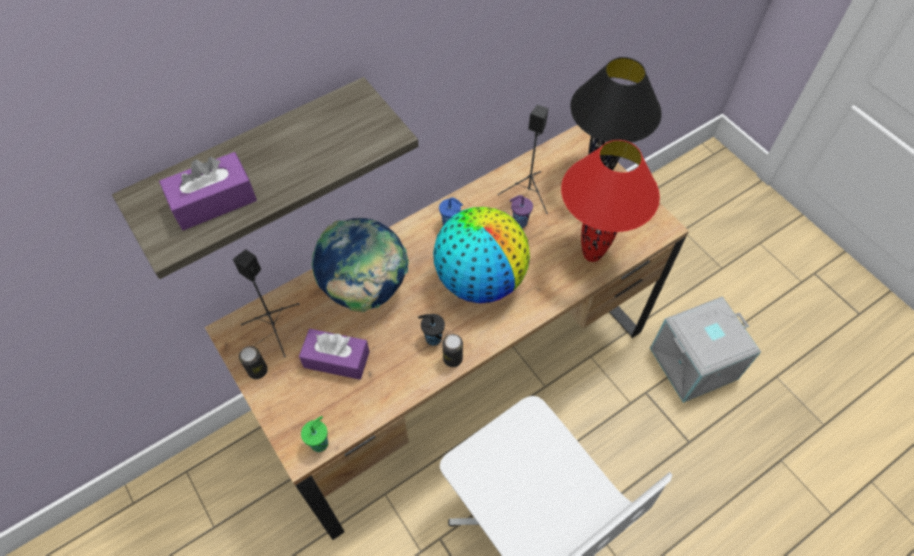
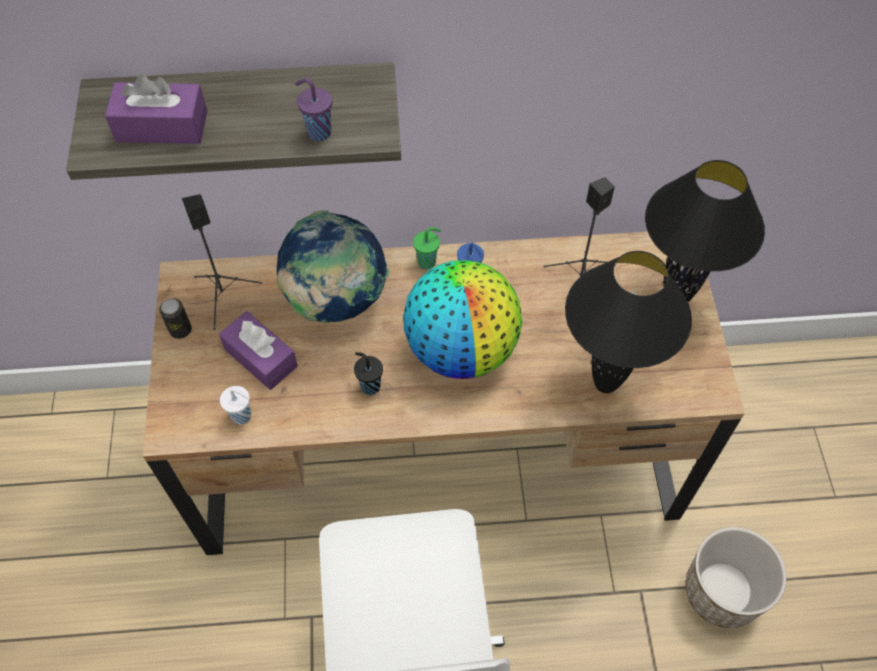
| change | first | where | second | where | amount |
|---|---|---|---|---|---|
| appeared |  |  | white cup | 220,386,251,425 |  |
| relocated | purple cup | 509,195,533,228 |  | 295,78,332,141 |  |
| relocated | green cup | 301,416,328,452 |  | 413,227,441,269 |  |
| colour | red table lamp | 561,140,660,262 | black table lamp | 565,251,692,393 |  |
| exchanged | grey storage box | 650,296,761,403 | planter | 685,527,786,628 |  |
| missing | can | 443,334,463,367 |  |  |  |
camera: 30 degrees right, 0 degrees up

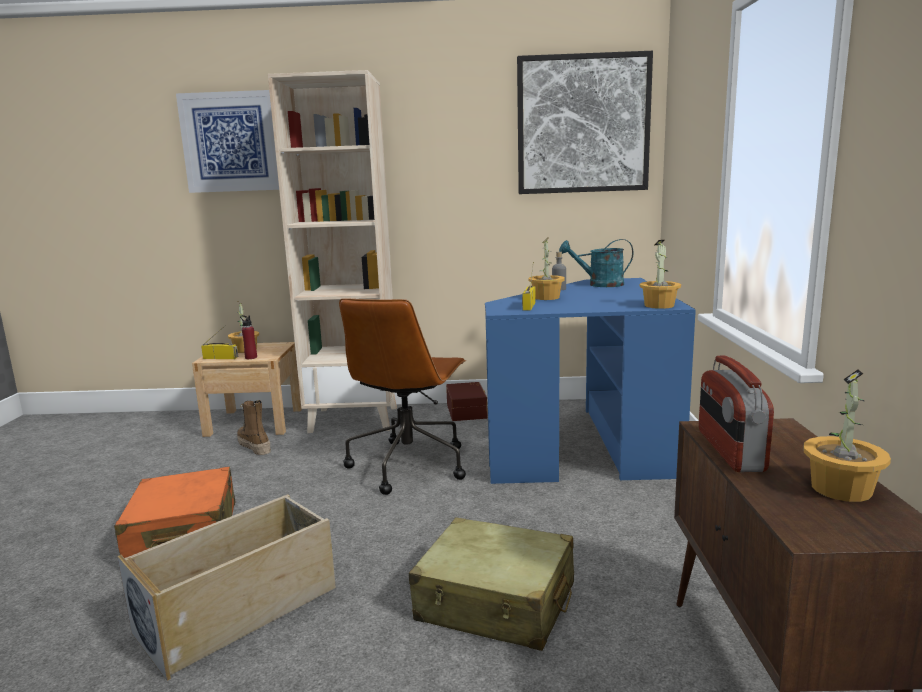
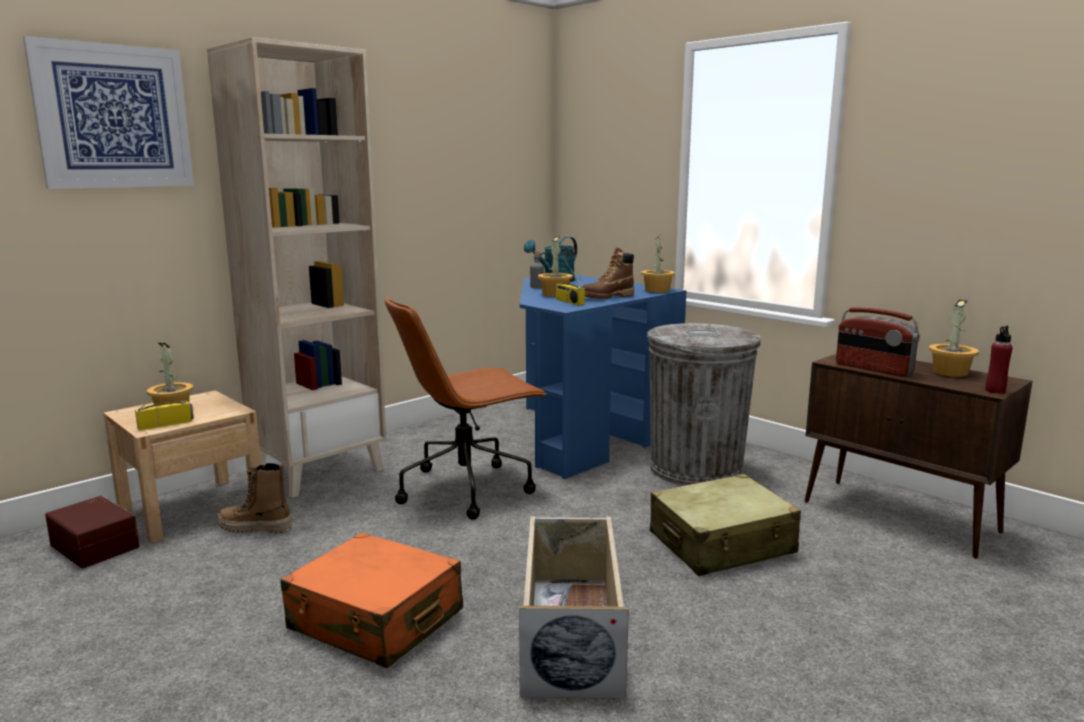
| change | first | where | second | where | amount |
|---|---|---|---|---|---|
| relocated | brown storage box | 446,382,488,421 |  | 45,496,140,568 |  |
| spun | brown office chair | 339,298,466,495 |  | 385,296,547,520 | 90 degrees clockwise |
| appeared |  |  | brown boot | 582,248,634,299 |  |
| appeared |  |  | grey trash can | 647,323,761,486 |  |
| relocated | red bottle | 240,315,257,359 |  | 985,325,1013,394 |  |
| missing | picture | 517,51,653,194 |  |  |  |
camera: 45 degrees left, 0 degrees up

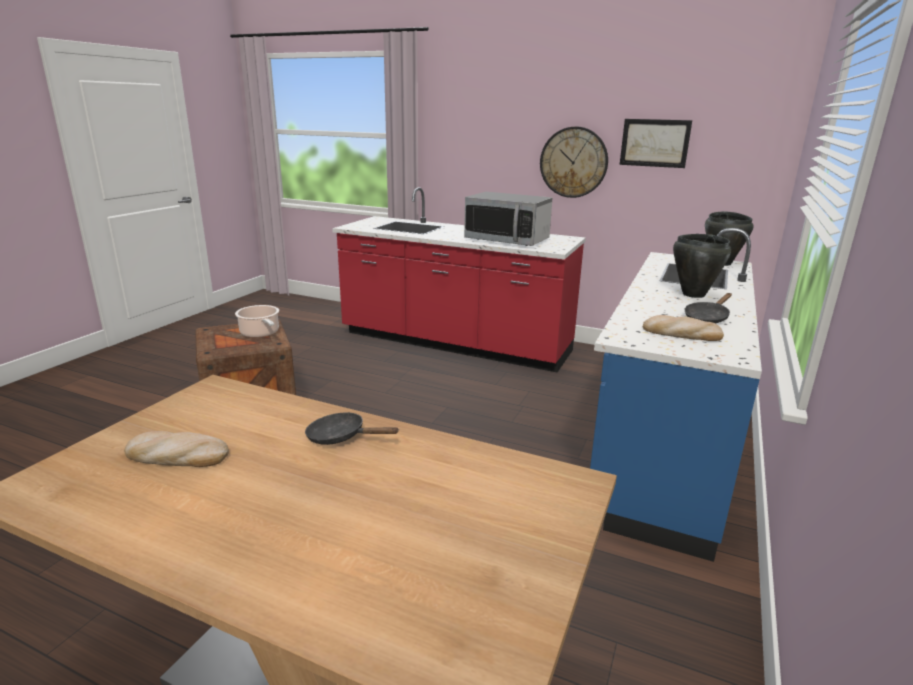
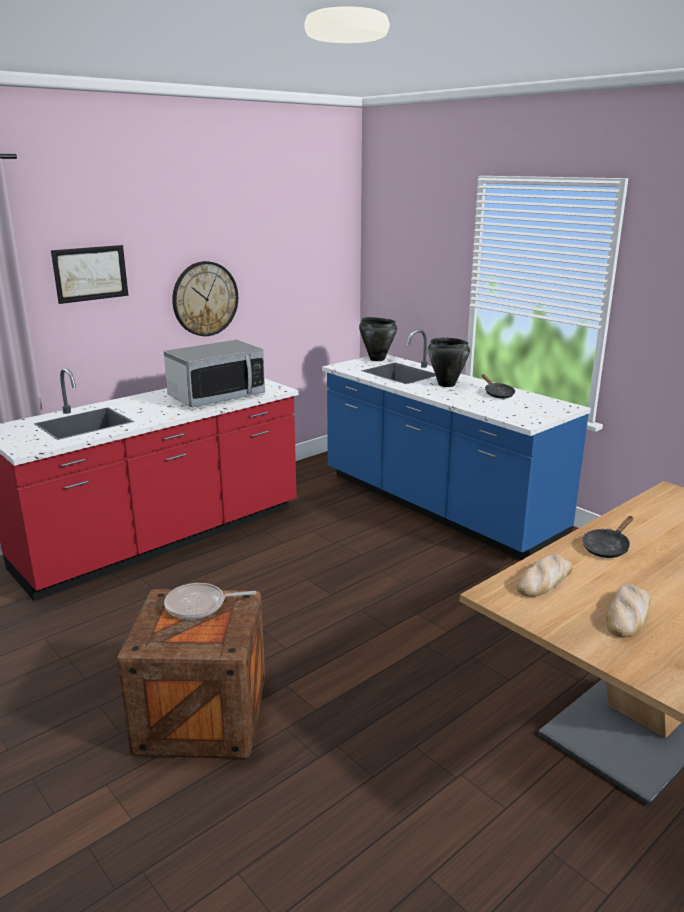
| change | first | where | second | where | amount |
|---|---|---|---|---|---|
| relocated | picture | 620,119,692,168 |  | 51,245,128,304 |  |
| exchanged | cooking pot | 235,305,279,338 | frying pan | 164,583,256,619 |  |
| relocated | bread | 643,315,724,341 |  | 516,554,573,597 |  |
camera: 65 degrees left, 0 degrees up

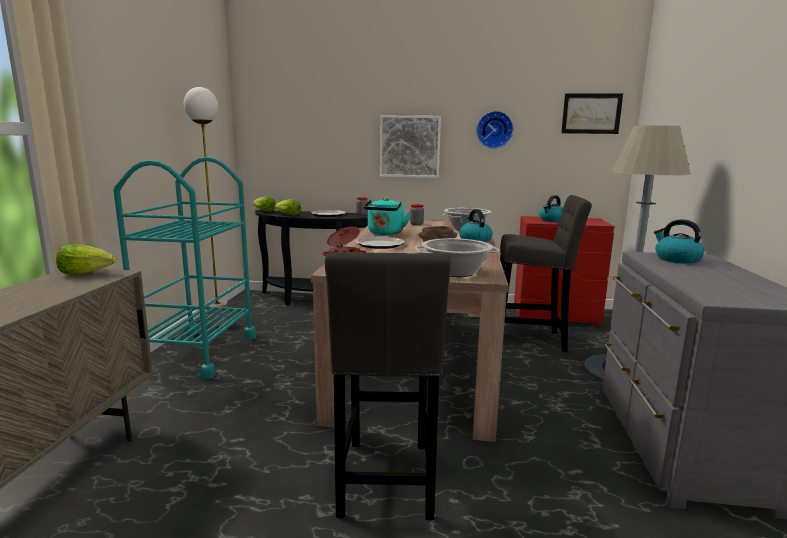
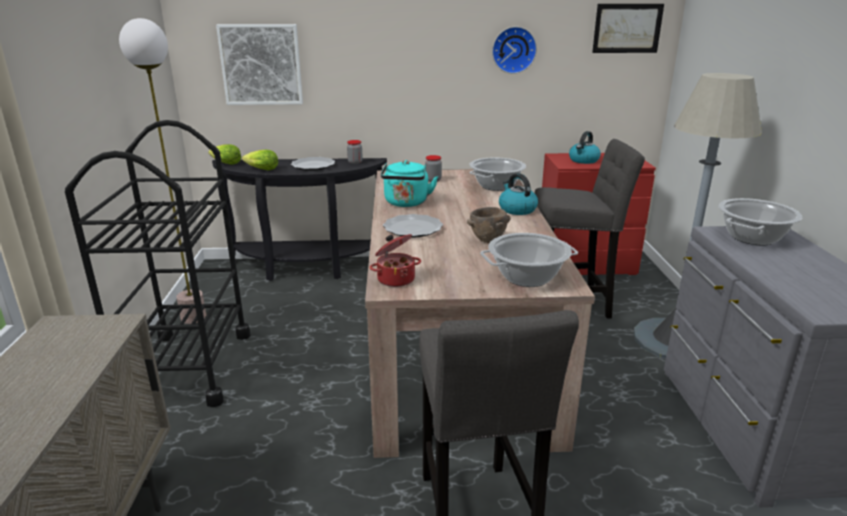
| change | first | where | second | where | amount |
|---|---|---|---|---|---|
| colour | turquoise cart | 114,157,256,379 | black cart | 65,120,251,407 |  |
| relocated | picture | 380,115,441,178 |  | 216,24,303,105 |  |
| exchanged | kettle | 654,219,704,263 | cooking pot | 718,198,802,245 |  |
| missing | lettuce | 56,244,116,275 |  |  |  |
camera: 10 degrees left, 10 degrees up

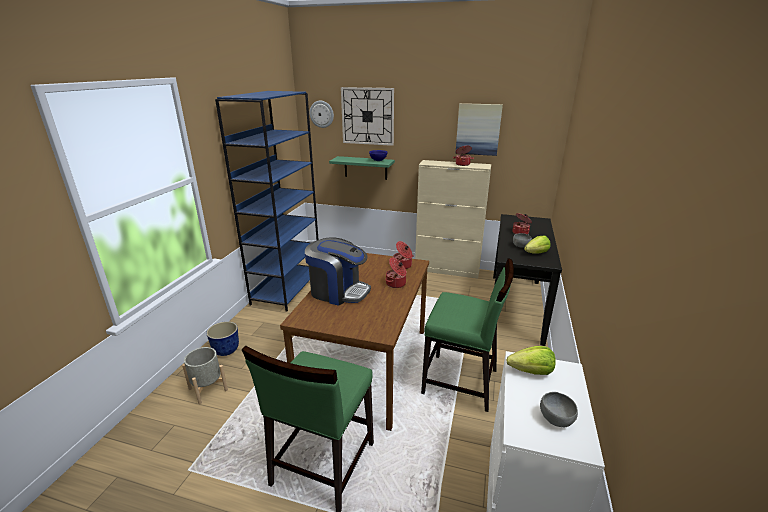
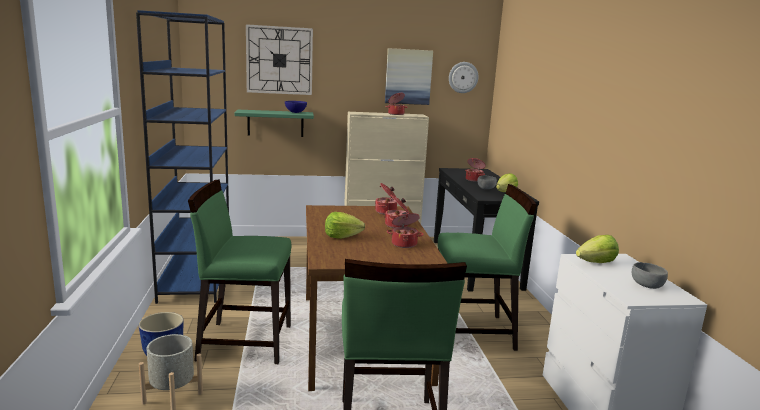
| change | first | where | second | where | amount |
|---|---|---|---|---|---|
| appeared |  |  | green chair | 188,180,291,364 |  |
| exchanged | coffee machine | 305,237,371,306 | lettuce | 325,212,365,239 |  |
| appeared |  |  | cooking pot | 387,212,424,248 |  |
| relocated | wall clock | 309,101,334,128 |  | 449,62,478,93 |  |
camera: 25 degrees left, 10 degrees down

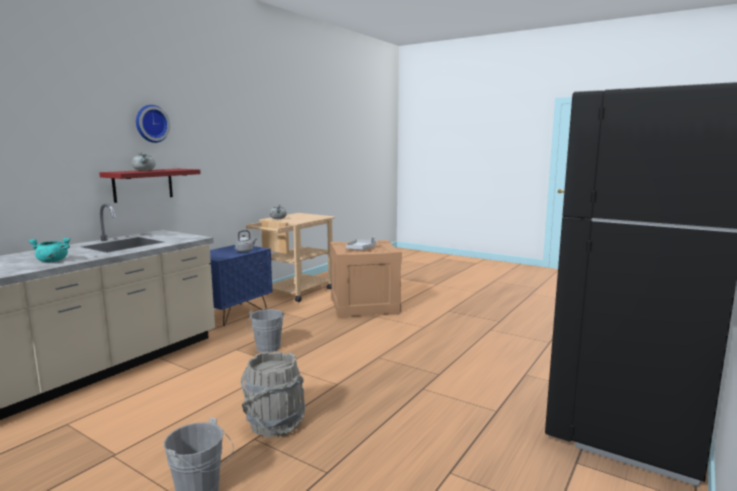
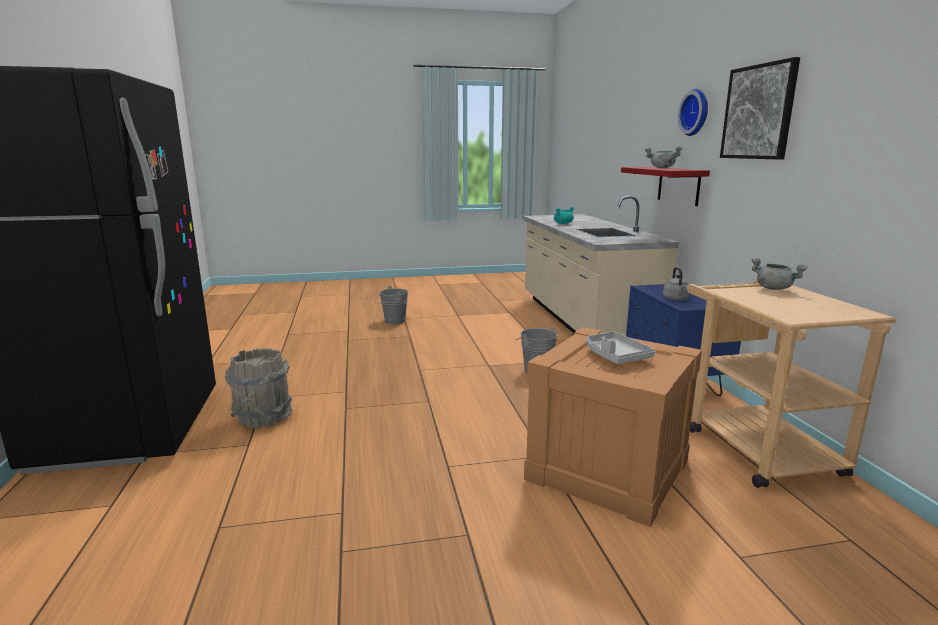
| change | first | where | second | where | amount |
|---|---|---|---|---|---|
| relocated | grey bucket | 241,351,305,437 |  | 225,348,292,429 |  |
| appeared |  |  | picture | 720,57,800,160 |  |
camera: 135 degrees right, 5 degrees up

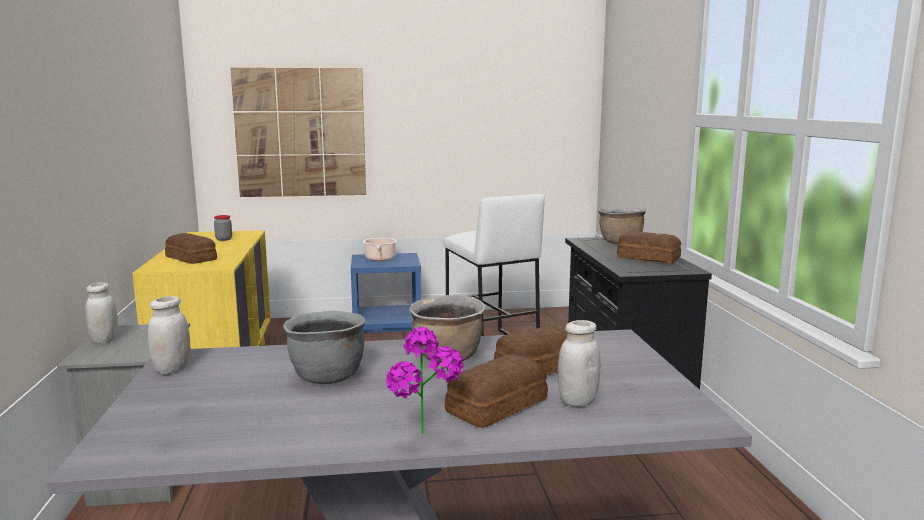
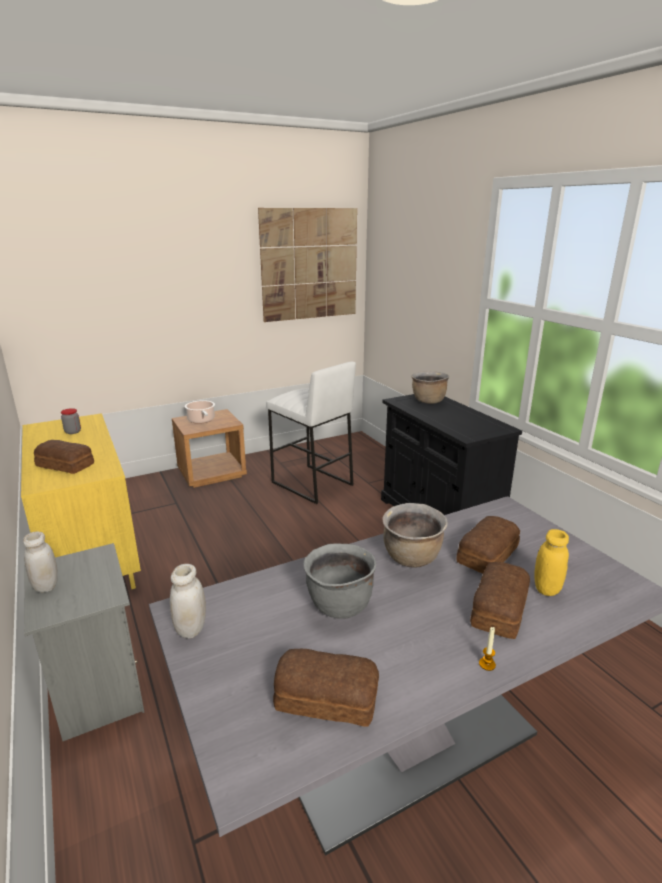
| change | first | where | second | where | amount |
|---|---|---|---|---|---|
| colour | blue nightstand | 351,253,421,333 | brown nightstand | 172,409,247,488 |  |
| relocated | picture | 230,68,366,197 |  | 258,208,357,322 |  |
| relocated | bread | 617,231,681,263 |  | 273,649,379,727 |  |
| exchanged | potted plant | 386,327,464,434 | candle | 479,627,496,671 |  |
| colour | white jar | 558,320,601,407 | yellow jar | 534,529,569,596 |  |
camera: 20 degrees left, 10 degrees up

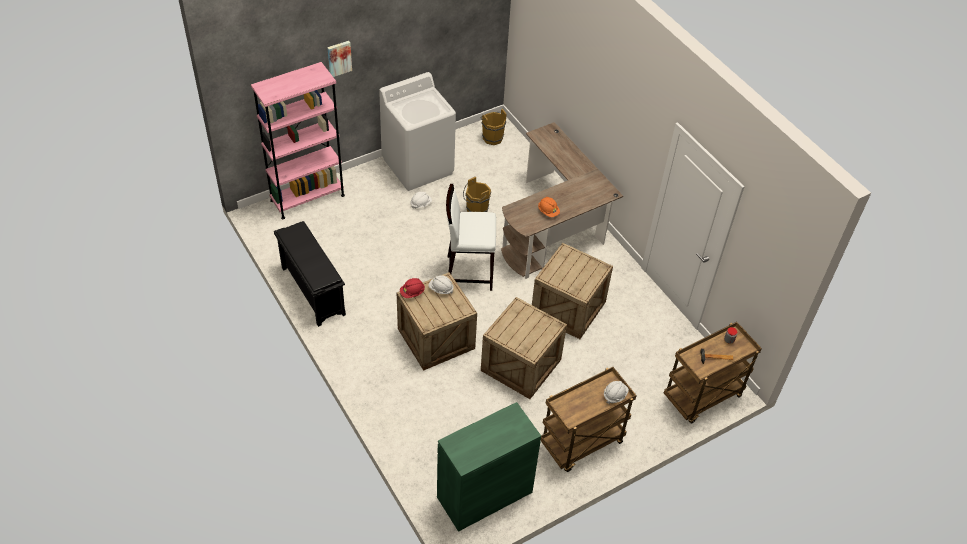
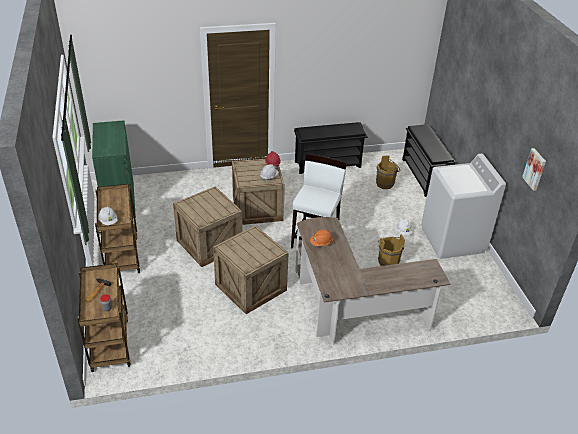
| change | first | where | second | where | amount |
|---|---|---|---|---|---|
| relocated | brown bucket | 481,109,506,145 |  | 376,155,400,189 |  |
| exchanged | pink bookcase | 251,62,345,219 | black shoe rack | 402,124,456,197 |  |
| relocated | picture | 327,41,352,77 |  | 522,148,546,191 |  |
camera: 110 degrees right, 10 degrees down

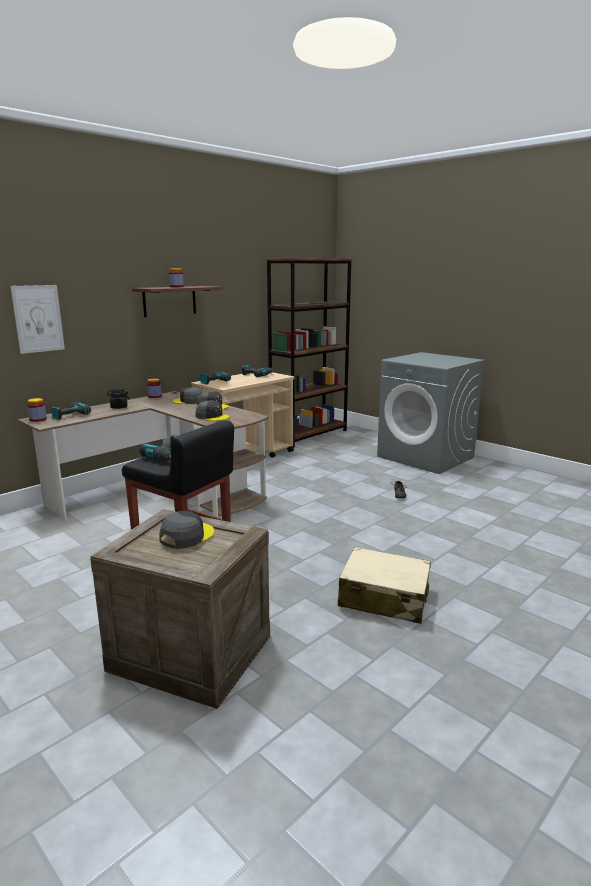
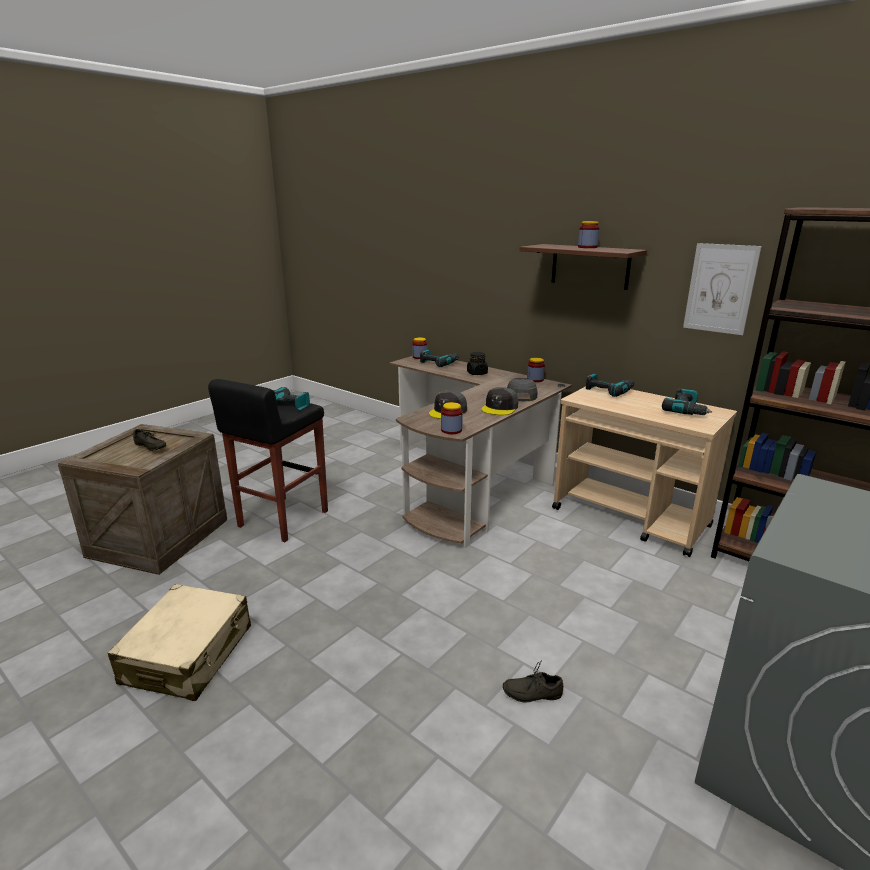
| change | first | where | second | where | amount |
|---|---|---|---|---|---|
| exchanged | grey cap | 159,511,214,549 | grey shoe | 132,428,166,451 |  |
| appeared |  |  | jar | 441,402,463,434 |  |
| relocated | picture | 10,285,65,354 |  | 683,243,762,335 |  |
camera: 85 degrees right, 5 degrees up

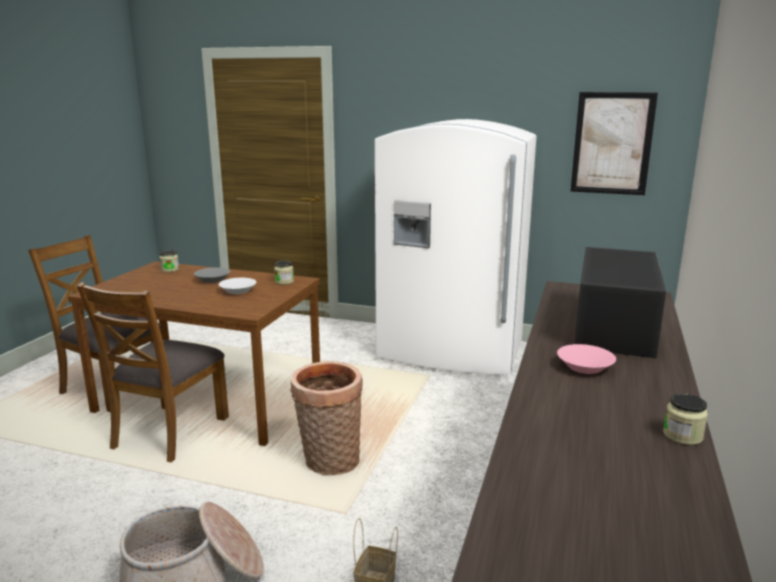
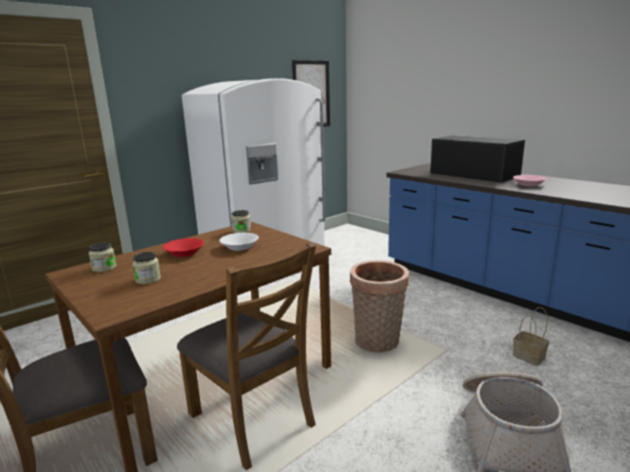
| change | first | where | second | where | amount |
|---|---|---|---|---|---|
| relocated | jar | 663,393,708,445 |  | 132,252,161,284 |  |
| colour | grey bowl | 194,267,230,283 | red bowl | 163,238,204,257 |  |
camera: 60 degrees left, 0 degrees up

